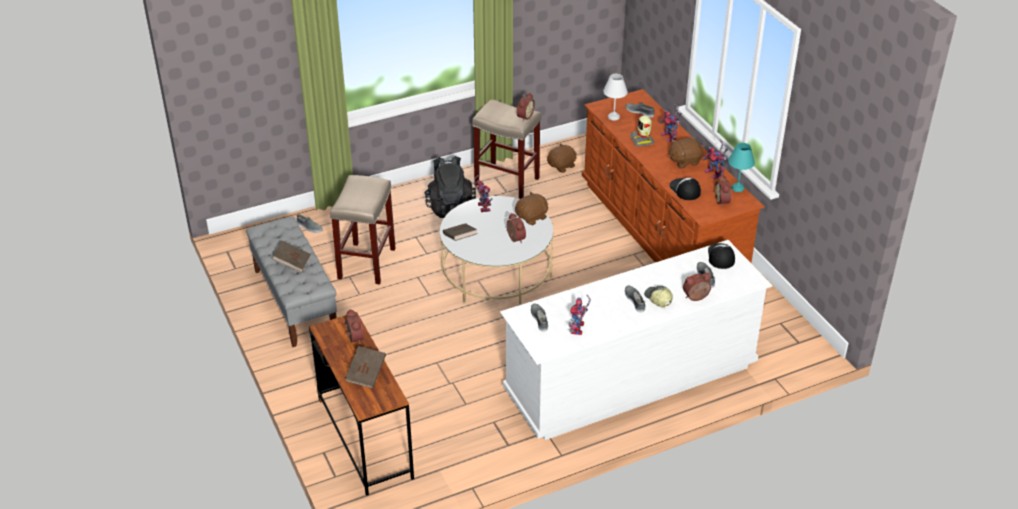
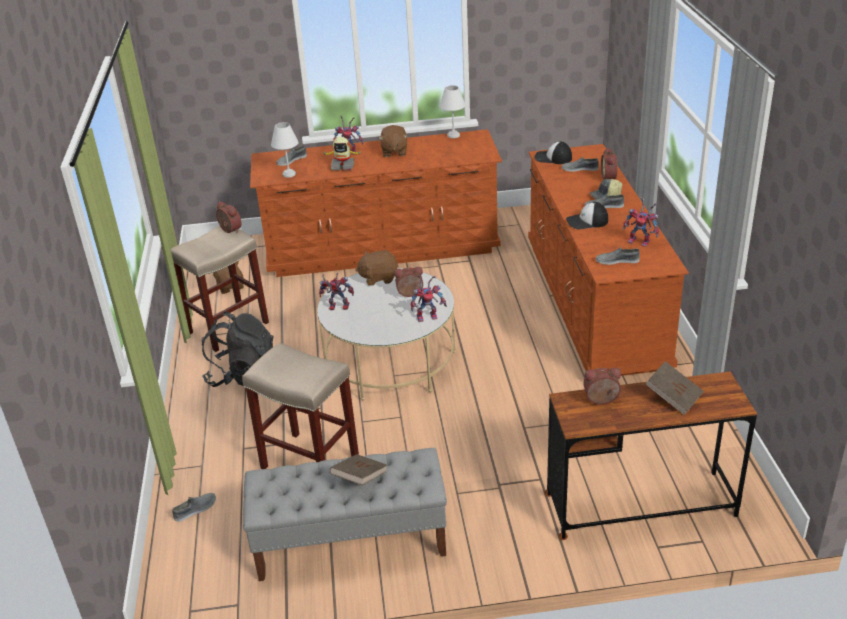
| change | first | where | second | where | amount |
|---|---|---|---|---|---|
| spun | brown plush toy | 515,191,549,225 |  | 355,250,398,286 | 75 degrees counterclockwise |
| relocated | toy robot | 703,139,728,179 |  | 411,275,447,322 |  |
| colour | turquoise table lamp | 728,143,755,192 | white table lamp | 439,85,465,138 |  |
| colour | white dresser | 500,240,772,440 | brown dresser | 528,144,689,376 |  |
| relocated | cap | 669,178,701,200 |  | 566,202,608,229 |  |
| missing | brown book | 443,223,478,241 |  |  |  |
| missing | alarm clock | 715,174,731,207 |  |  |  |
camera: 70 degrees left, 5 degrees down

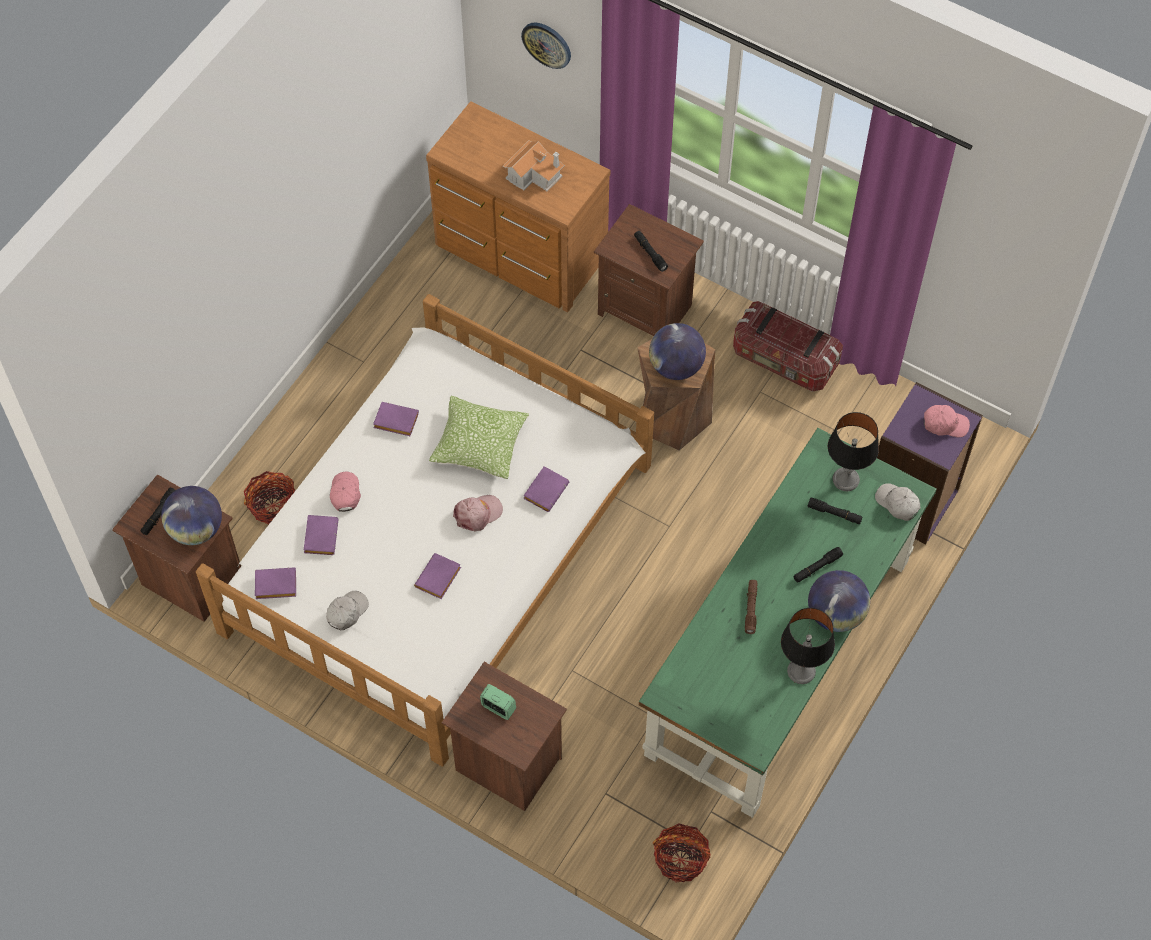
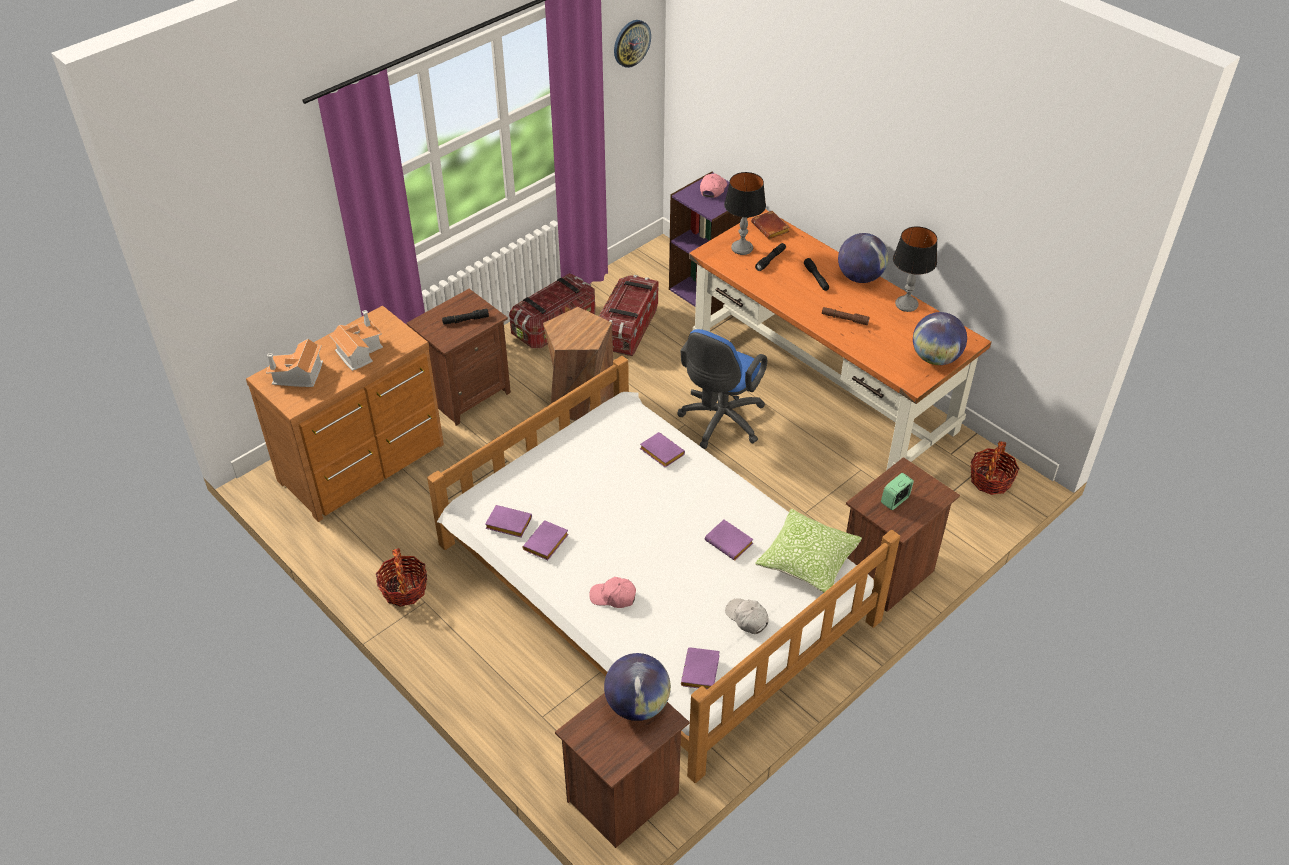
| change | first | where | second | where | amount |
|---|---|---|---|---|---|
| appeared |  |  | toy house | 266,339,323,387 |  |
| relocated | basket | 244,471,296,525 |  | 376,548,427,607 |  |
| relocated | purple book | 304,515,339,555 |  | 485,505,532,538 |  |
| appeared |  |  | storage box | 599,275,658,356 |  |
| relocated | wall clock | 521,23,571,69 |  | 614,20,651,68 |  |
| appeared |  |  | blue office chair | 677,329,767,449 |  |
| colour | green desk | 639,428,937,818 | orange desk | 689,209,991,470 |  |
| exchanged | white cap | 875,483,920,521 | brown book | 751,211,790,239 |  |
| relocated | pillow | 429,396,529,479 |  | 755,509,862,593 |  |
| relocated | globe | 649,323,706,380 |  | 913,312,967,365 |  |
| missing | black flashlight | 141,488,175,535 |  |  |  |
| missing | pink cap | 453,495,503,531 |  |  |  |
camera: 75 degrees left, 15 degrees down

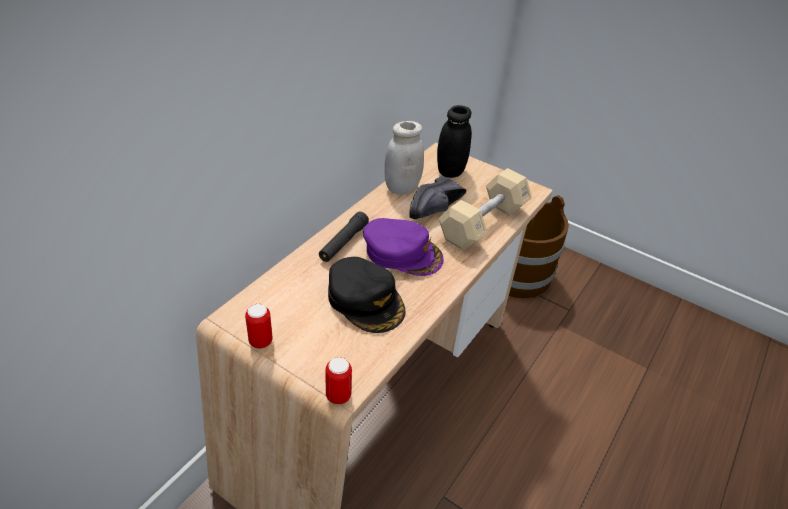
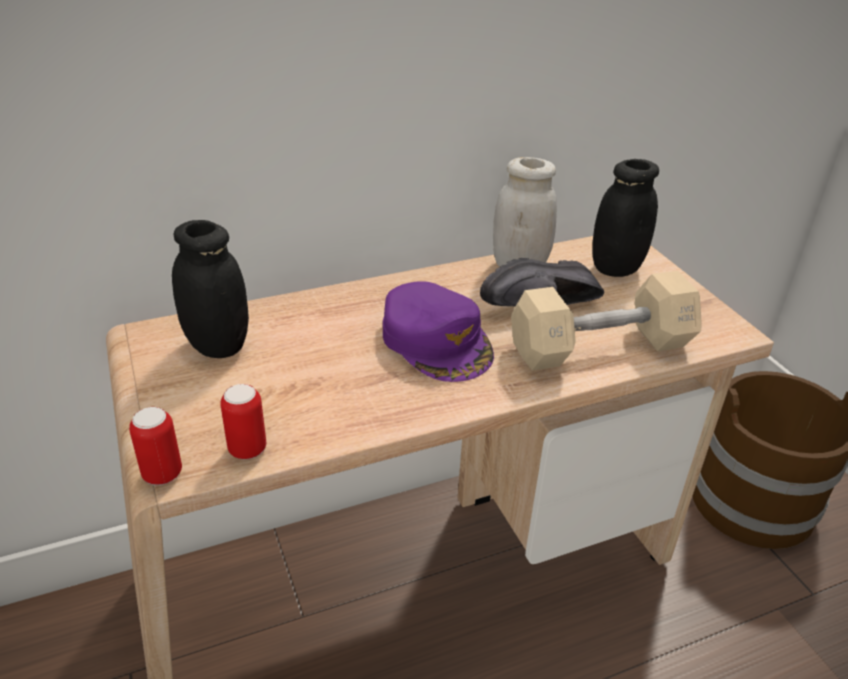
| change | first | where | second | where | amount |
|---|---|---|---|---|---|
| appeared |  |  | black jar | 172,220,249,358 |  |
| relocated | can | 245,304,273,349 |  | 220,384,266,459 |  |
| missing | black flashlight | 319,212,369,262 |  |  |  |
| missing | black cap | 328,257,406,333 |  |  |  |
camera: 35 degrees right, 5 degrees down

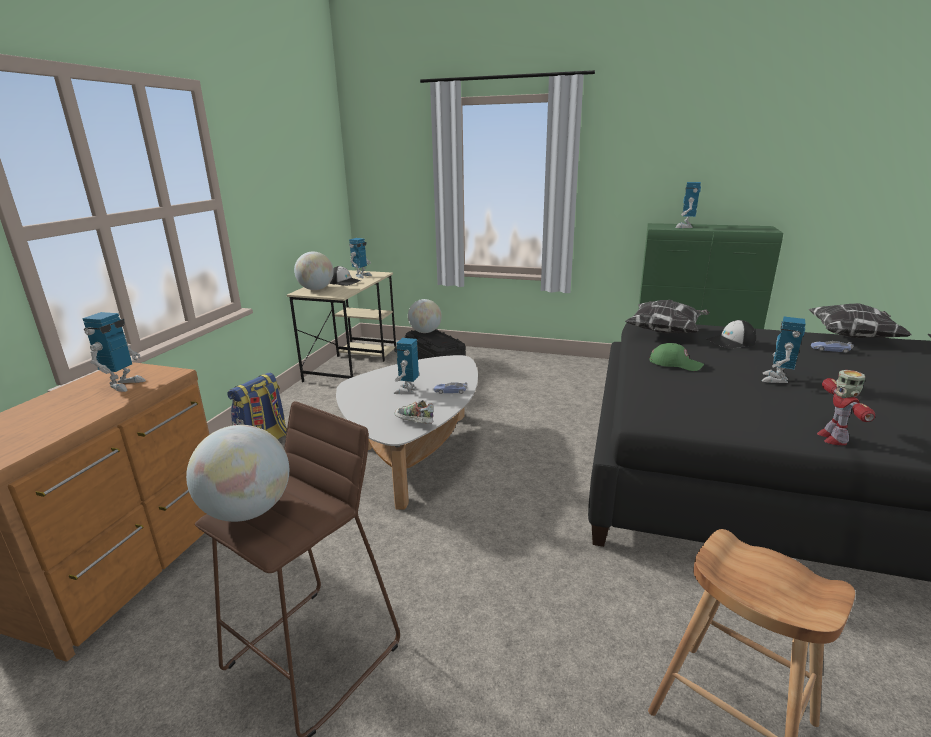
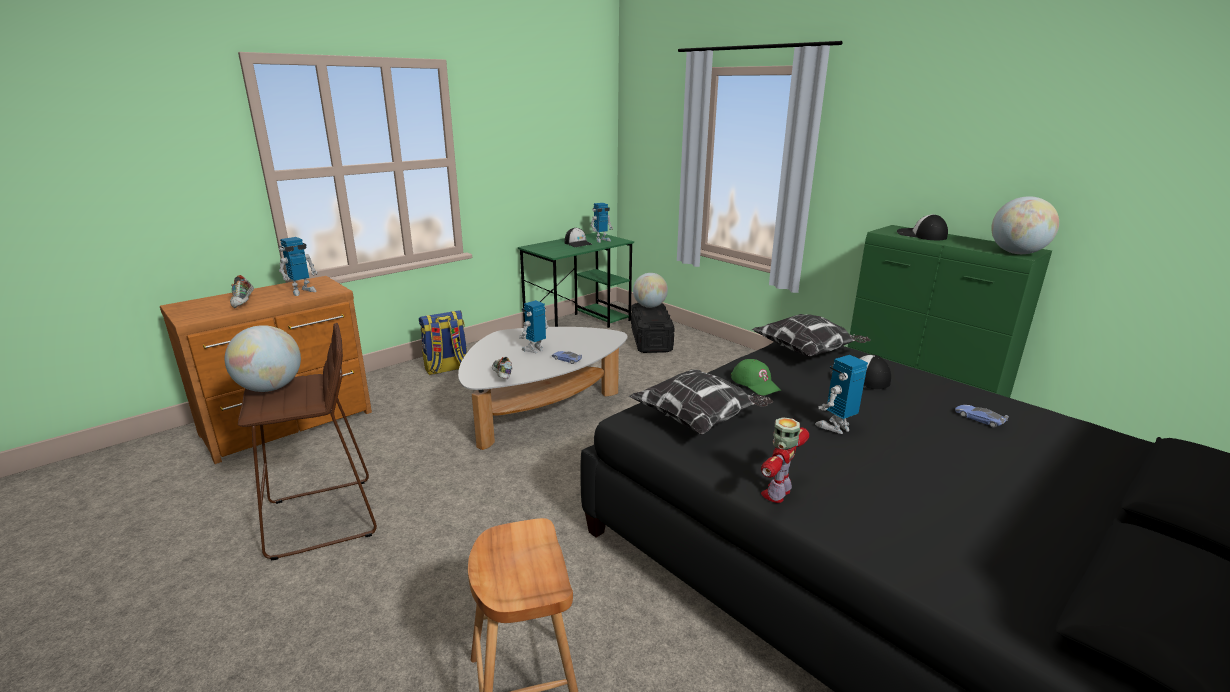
| change | first | where | second | where | amount |
|---|---|---|---|---|---|
| appeared |  |  | shoe | 230,275,254,308 |  |
| colour | beige desk | 287,270,396,382 | green desk | 518,232,634,328 |  |
| relocated | pillow | 808,303,911,338 |  | 629,369,773,435 |  |
| exchanged | toy robot | 675,182,701,228 | cap | 897,214,948,240 |  |
| relocated | globe | 294,252,334,290 |  | 991,196,1059,254 |  |
camera: 30 degrees right, 0 degrees up

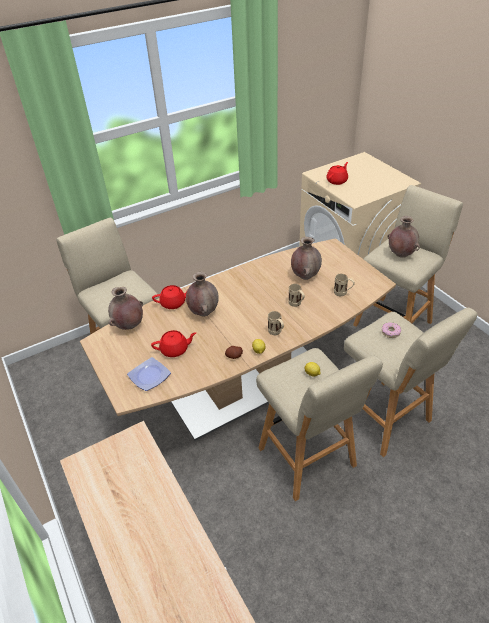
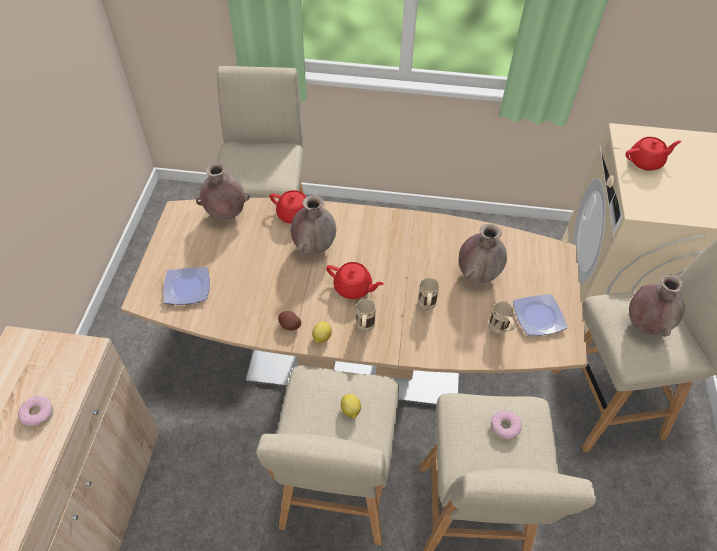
| change | first | where | second | where | amount |
|---|---|---|---|---|---|
| appeared |  |  | donut | 18,396,54,428 |  |
| relocated | red teapot | 151,330,196,357 |  | 326,262,384,299 |  |
| appeared |  |  | plate | 513,294,568,335 |  |
camera: 35 degrees right, 10 degrees up

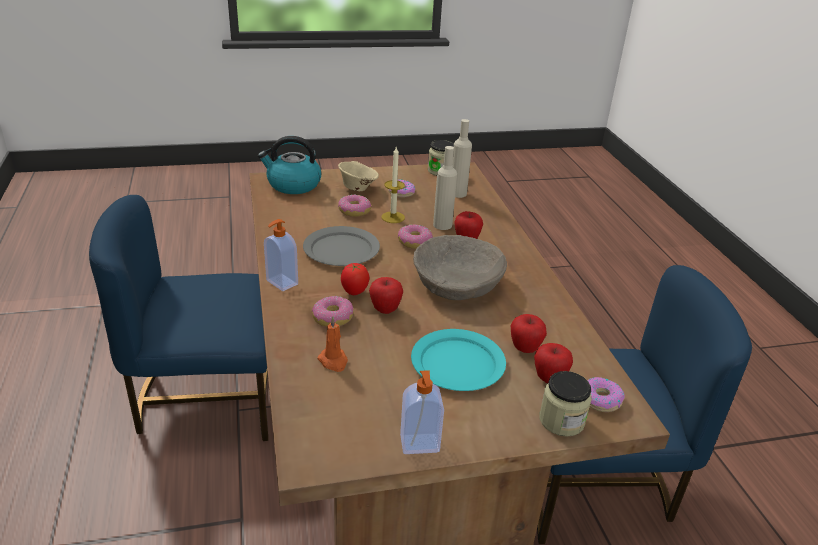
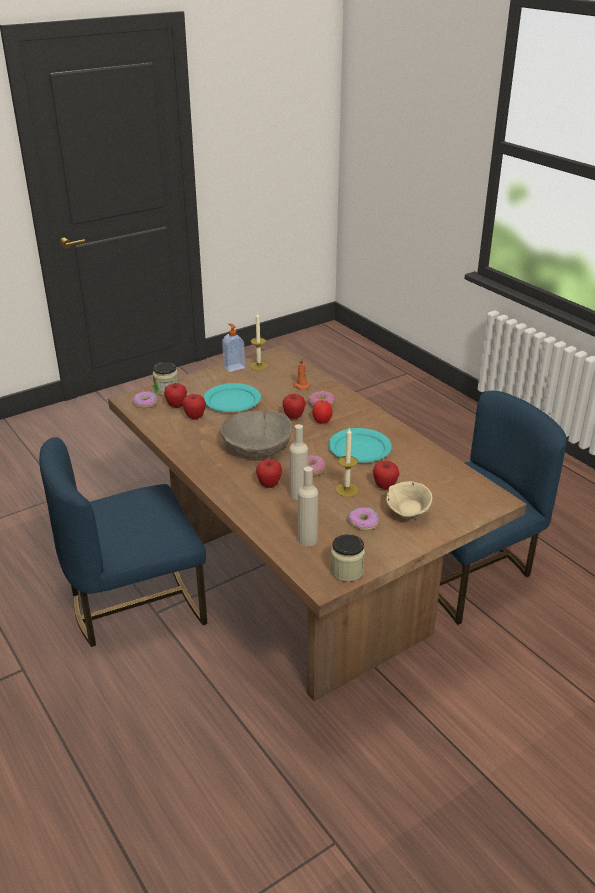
| change | first | where | second | where | amount |
|---|---|---|---|---|---|
| appeared |  |  | candle | 250,312,268,370 |  |
| colour | grey plate | 303,226,380,266 | turquoise plate | 328,428,392,463 |  |
| exchanged | donut | 338,195,371,217 | apple | 373,461,399,489 |  |
| missing | kettle | 258,136,321,194 |  |  |  |
| missing | soap dispenser | 264,219,298,291 |  |  |  |
camera: 160 degrees right, 0 degrees up

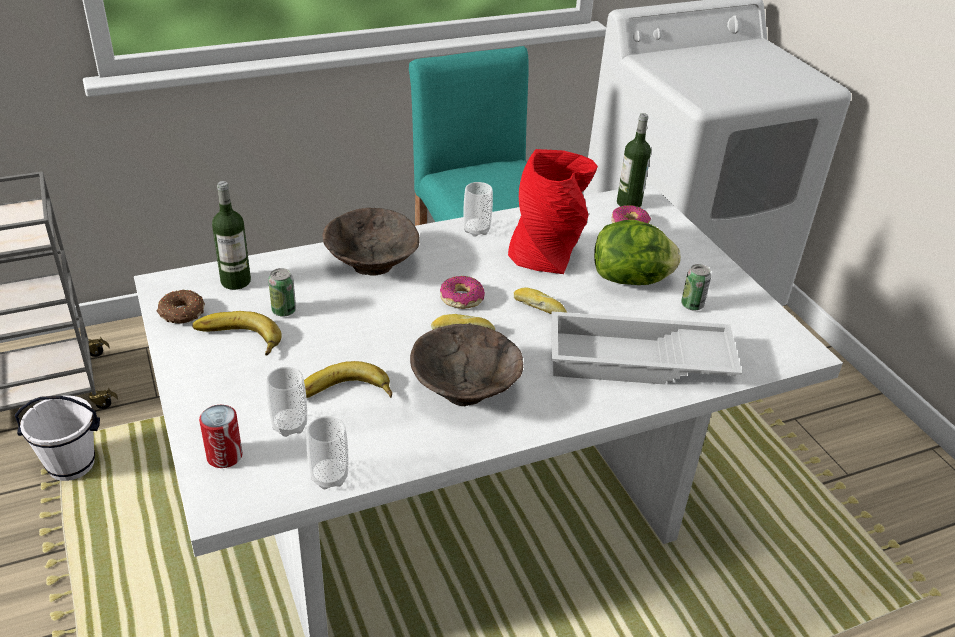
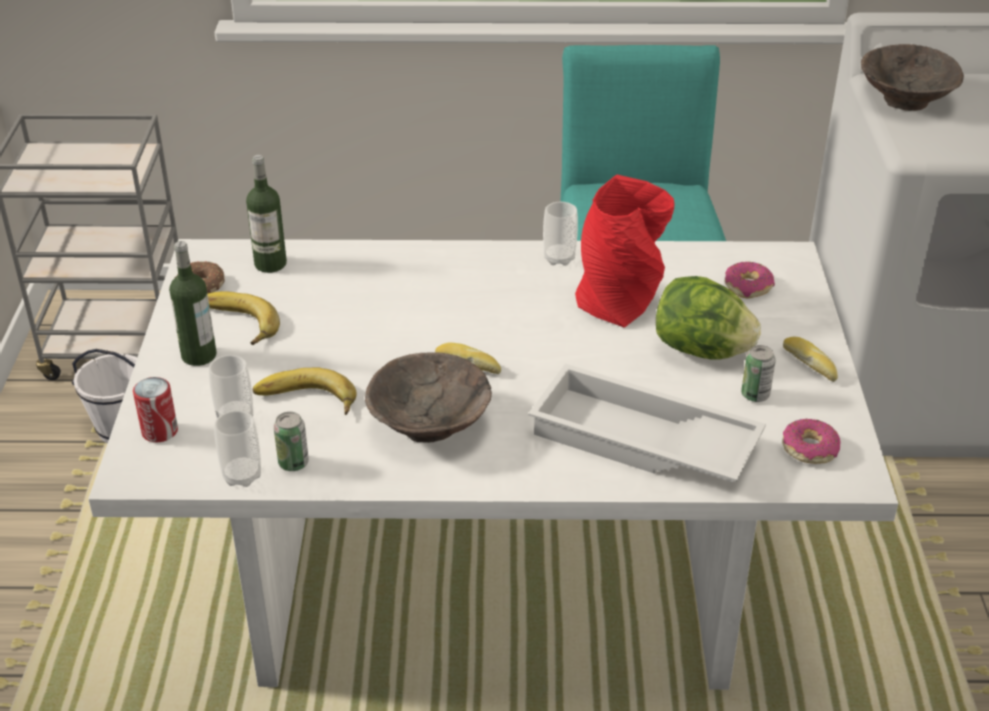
| change | first | where | second | where | amount |
|---|---|---|---|---|---|
| relocated | bottle | 617,113,651,207 |  | 169,241,217,366 |  |
| relocated | can | 268,268,296,317 |  | 274,412,309,471 |  |
| relocated | donut | 440,276,485,309 |  | 782,419,840,464 |  |
| relocated | bread | 514,287,567,314 |  | 783,337,838,382 |  |
| relocated | brown bowl | 322,208,420,276 |  | 861,44,964,111 |  |
camera: 25 degrees right, 0 degrees up

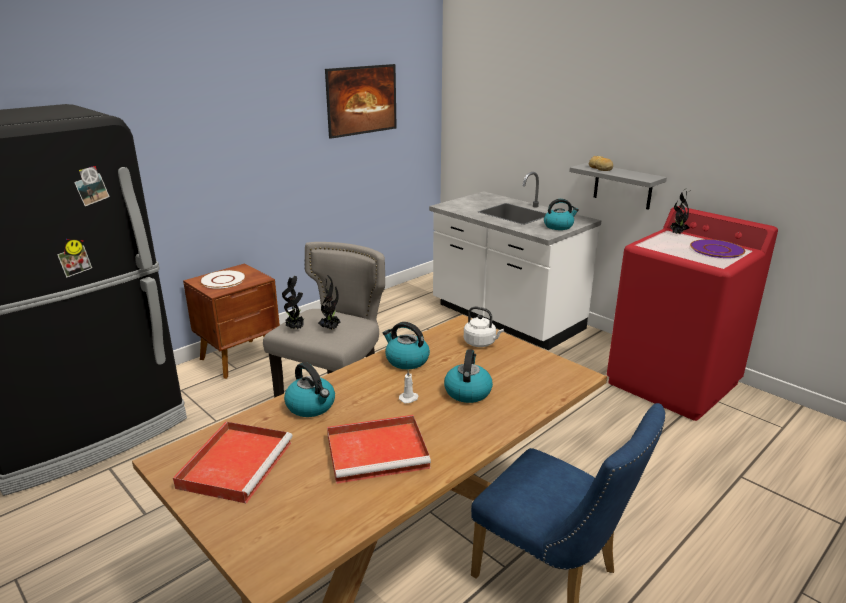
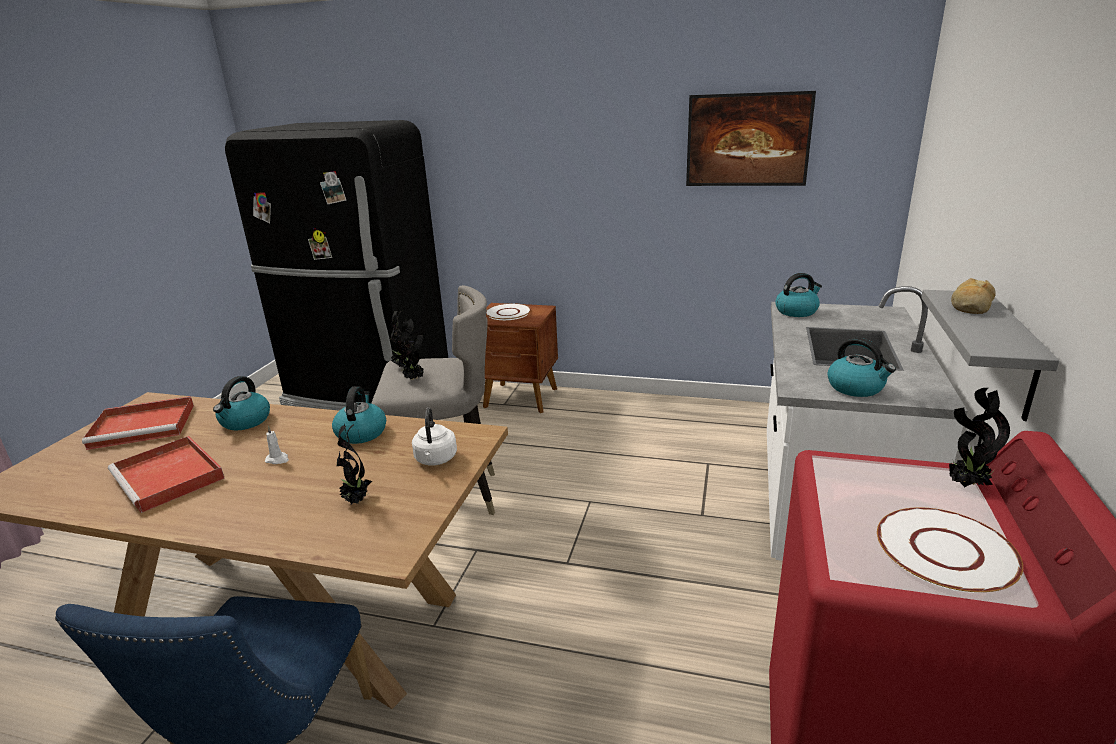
| change | first | where | second | where | amount |
|---|---|---|---|---|---|
| appeared |  |  | potted plant | 337,424,372,504 |  |
| relocated | kettle | 444,349,493,403 |  | 776,273,822,317 |  |
| colour | purple plate | 690,239,745,258 | white plate | 877,507,1023,593 |  |
camera: 60 degrees right, 0 degrees up

